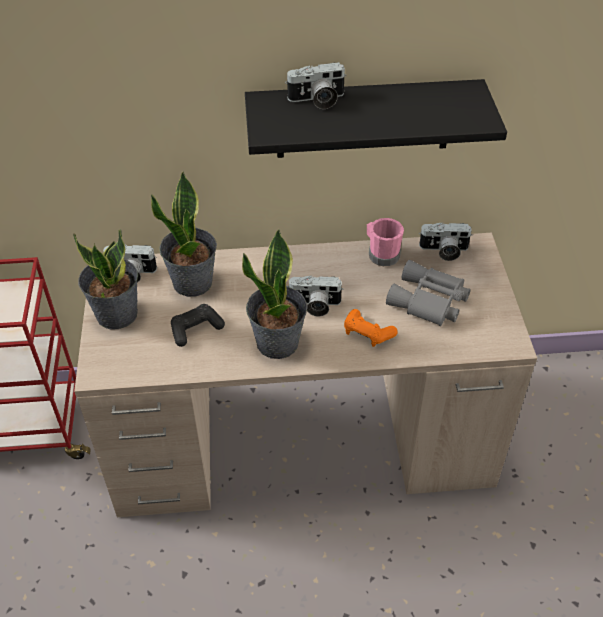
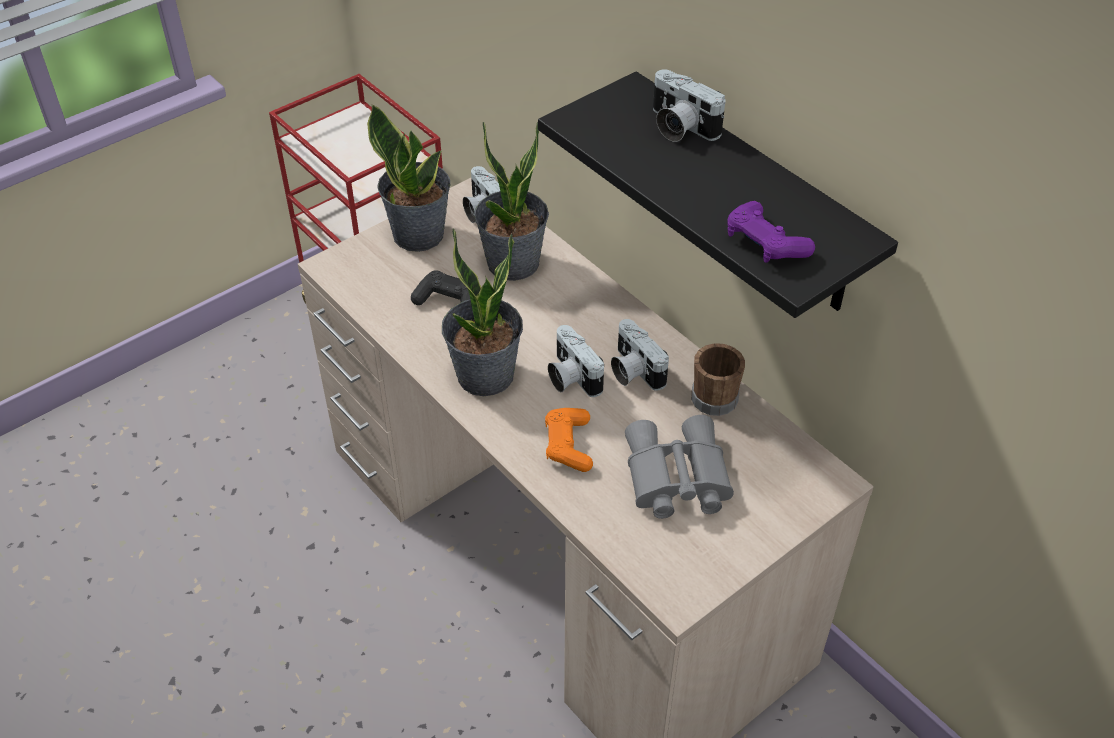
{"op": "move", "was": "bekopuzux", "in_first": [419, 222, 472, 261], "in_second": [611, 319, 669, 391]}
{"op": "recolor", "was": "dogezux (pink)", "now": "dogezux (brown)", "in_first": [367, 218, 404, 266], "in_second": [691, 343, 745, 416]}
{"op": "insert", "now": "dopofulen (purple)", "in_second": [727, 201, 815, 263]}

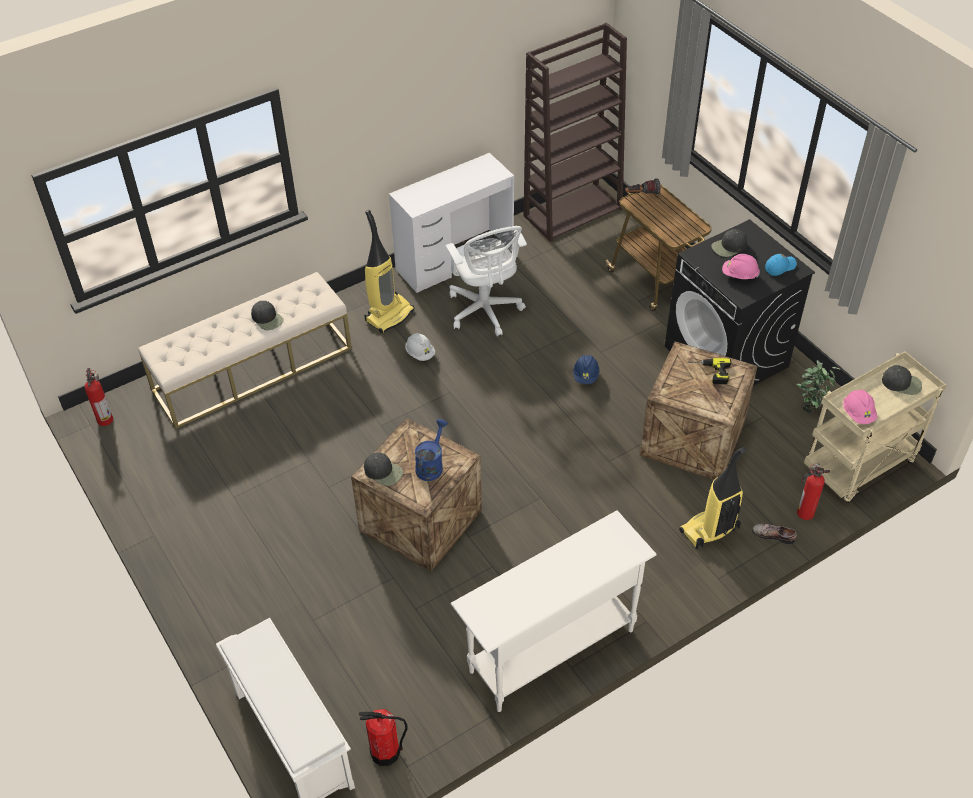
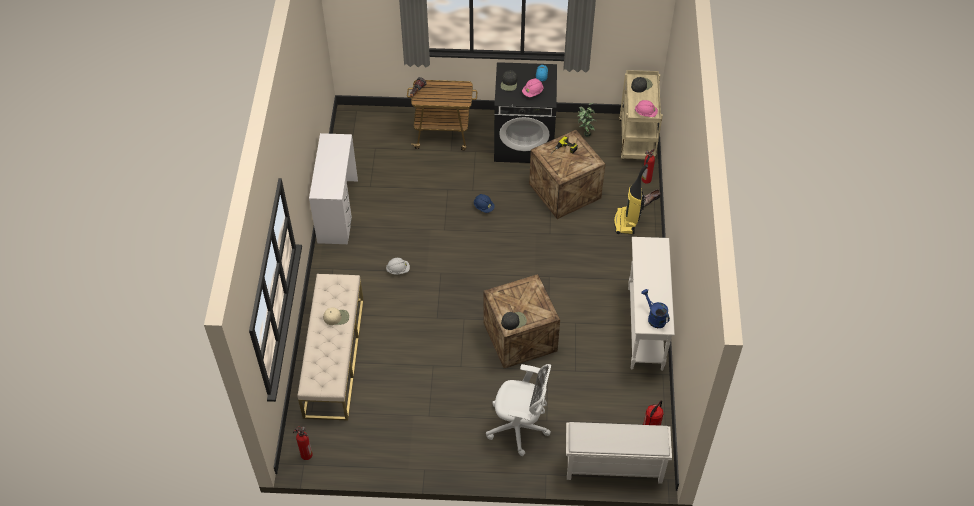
{"op": "recolor", "was": "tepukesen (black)", "now": "tepukesen (beige)", "in_first": [251, 301, 283, 330], "in_second": [323, 308, 349, 325]}
{"op": "move", "was": "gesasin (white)", "in_first": [446, 226, 527, 337], "in_second": [486, 364, 551, 456]}
{"op": "move", "was": "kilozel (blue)", "in_first": [415, 419, 448, 481], "in_second": [641, 289, 670, 328]}
{"op": "delete", "was": "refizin", "in_first": [364, 210, 414, 333]}
{"op": "delete", "was": "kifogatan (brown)", "in_first": [524, 23, 627, 242]}

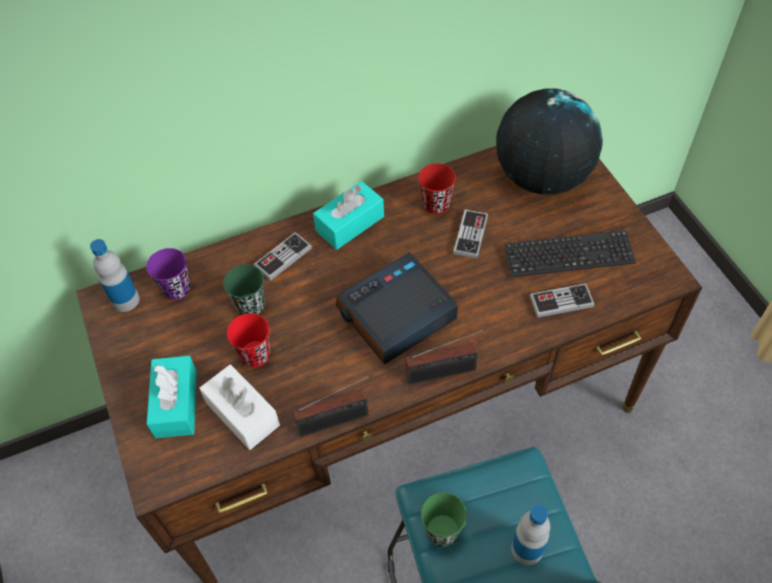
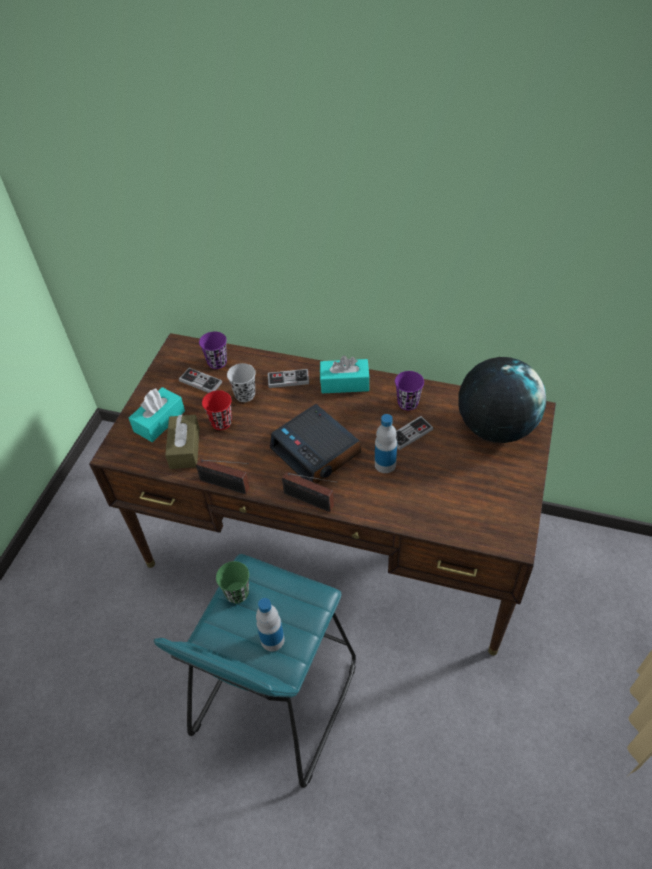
{"op": "recolor", "was": "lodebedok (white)", "now": "lodebedok (brown)", "in_first": [199, 364, 280, 450], "in_second": [165, 415, 200, 469]}
{"op": "move", "was": "dopofulen", "in_first": [530, 284, 595, 318], "in_second": [179, 368, 222, 393]}
{"op": "recolor", "was": "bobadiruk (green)", "now": "bobadiruk (black)", "in_first": [223, 265, 265, 315], "in_second": [227, 363, 256, 402]}
{"op": "rotate", "was": "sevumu", "in_first": [336, 252, 458, 365], "in_second": [270, 404, 361, 484], "clockwise": -135}
{"op": "move", "was": "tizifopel", "in_first": [90, 239, 140, 312], "in_second": [375, 414, 397, 473]}
{"op": "recolor", "was": "bobadiruk (red)", "now": "bobadiruk (purple)", "in_first": [418, 163, 456, 214], "in_second": [395, 371, 424, 410]}
{"op": "delete", "was": "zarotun", "in_first": [504, 230, 636, 277]}

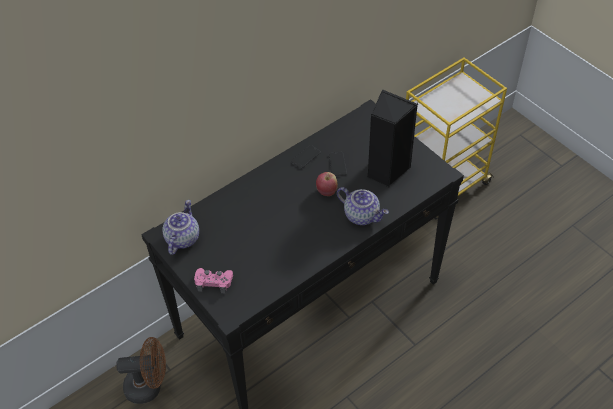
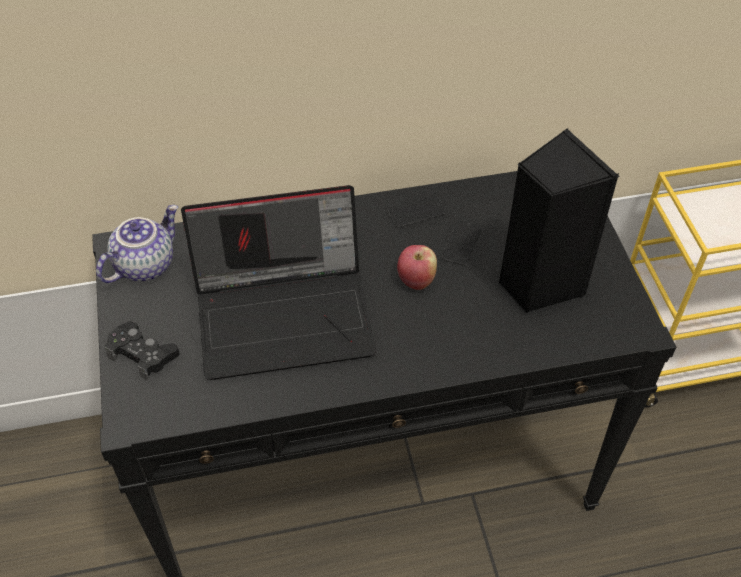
{"op": "recolor", "was": "dopofulen (pink)", "now": "dopofulen (black)", "in_first": [194, 268, 233, 294], "in_second": [105, 321, 180, 380]}
{"op": "insert", "now": "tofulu", "in_second": [181, 185, 376, 380]}
{"op": "delete", "was": "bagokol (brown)", "in_first": [116, 337, 166, 404]}
{"op": "delete", "was": "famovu", "in_first": [337, 187, 389, 225]}

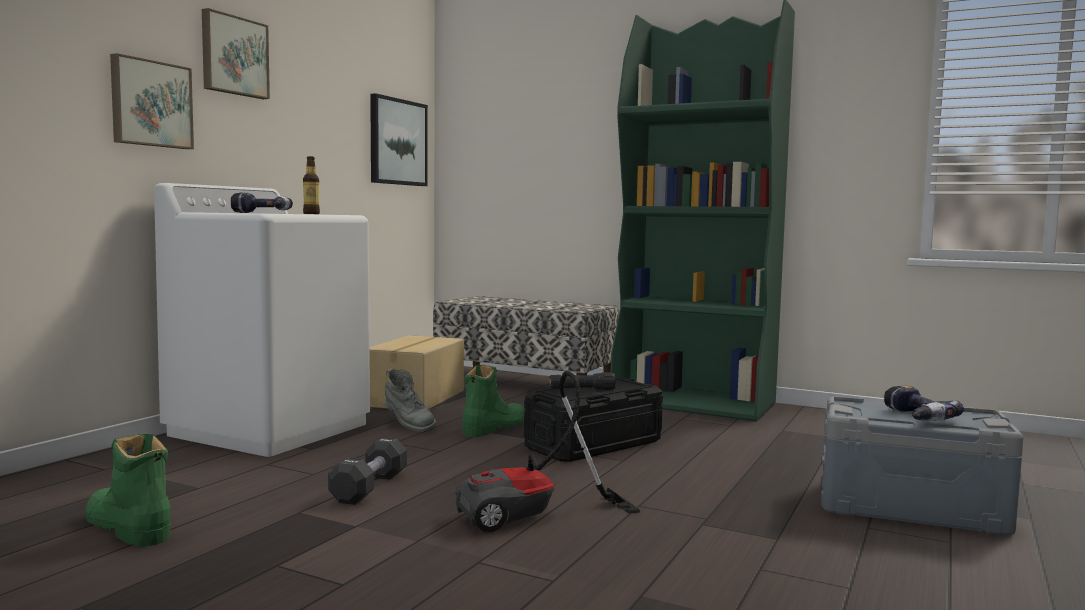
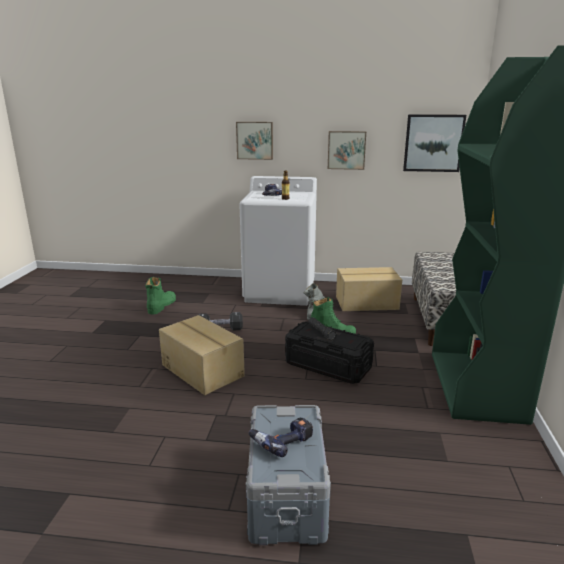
{"op": "replace", "was": "refizin", "now": "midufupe", "in_first": [455, 370, 640, 532], "in_second": [159, 315, 245, 395]}
{"op": "move", "was": "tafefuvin", "in_first": [202, 8, 270, 99], "in_second": [328, 131, 366, 170]}

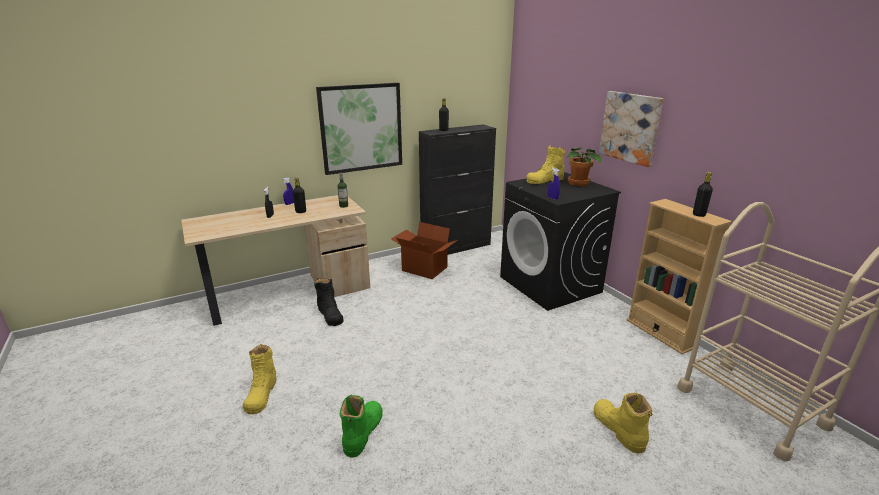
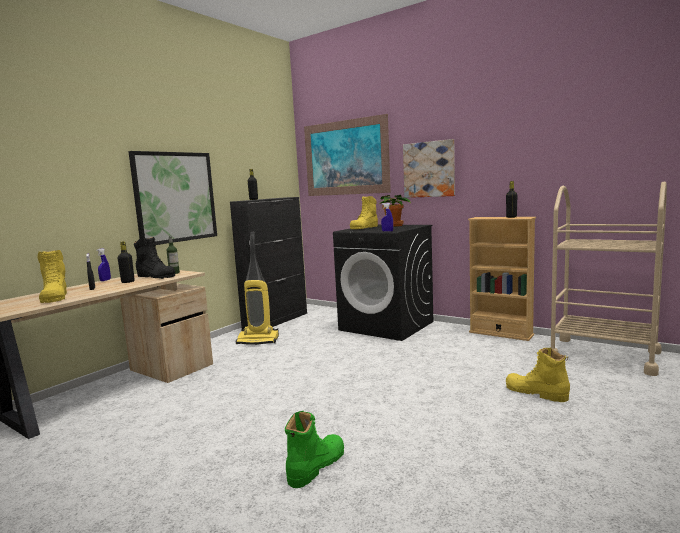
{"op": "move", "was": "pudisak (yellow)", "in_first": [243, 344, 276, 414], "in_second": [38, 250, 67, 303]}
{"op": "move", "was": "pudisak (black)", "in_first": [314, 278, 343, 326], "in_second": [134, 237, 176, 279]}
{"op": "replace", "was": "midufupe", "now": "refizin", "in_first": [391, 222, 458, 279], "in_second": [236, 232, 279, 345]}
{"op": "rotate", "was": "pudisak (green)", "in_first": [340, 395, 383, 458], "in_second": [285, 411, 344, 488], "clockwise": 45}
{"op": "insert", "now": "tafefuvin", "in_second": [304, 114, 391, 196]}

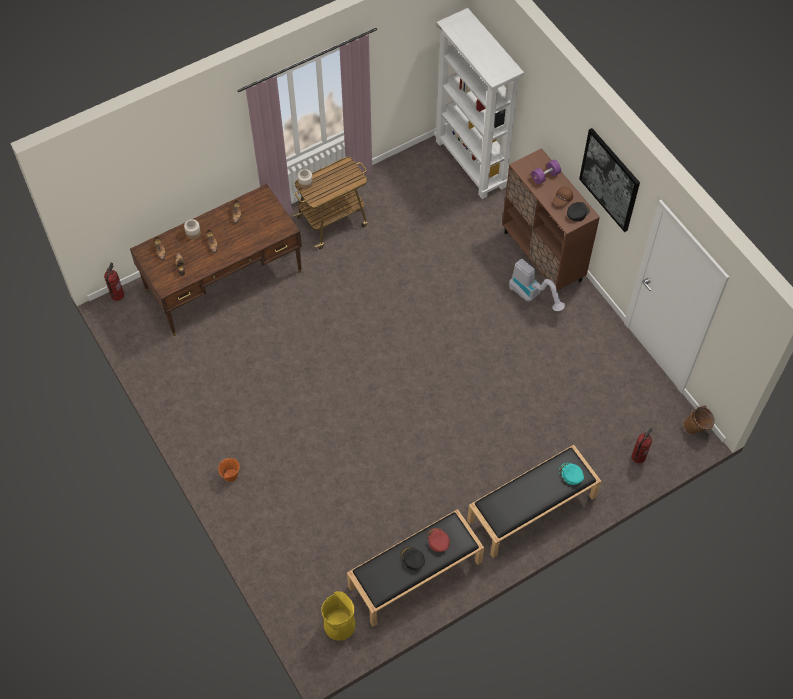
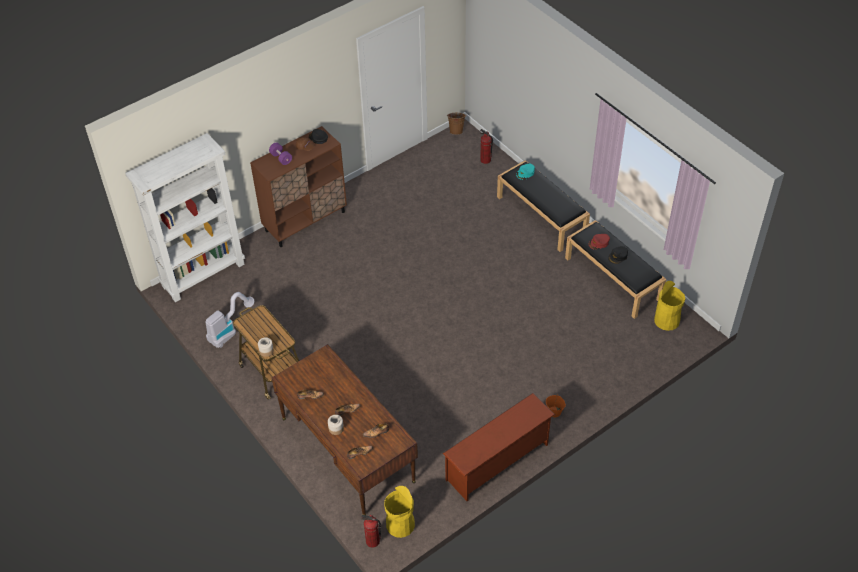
{"op": "move", "was": "refizin", "in_first": [509, 259, 565, 311], "in_second": [205, 292, 254, 348]}
{"op": "insert", "now": "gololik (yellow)", "in_second": [384, 486, 415, 538]}
{"op": "insert", "now": "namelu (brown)", "in_second": [443, 393, 555, 501]}
{"op": "delete", "was": "tafefuvin", "in_first": [579, 128, 640, 232]}

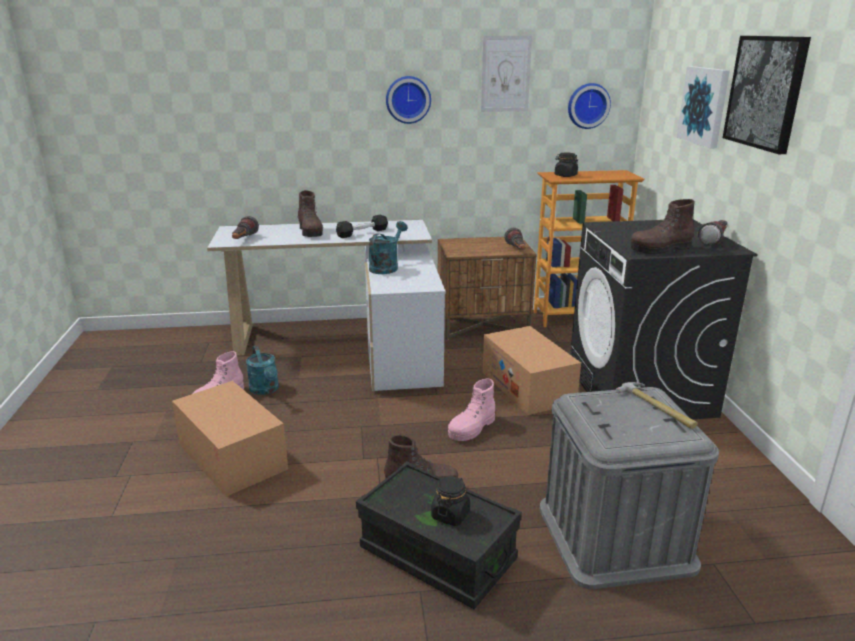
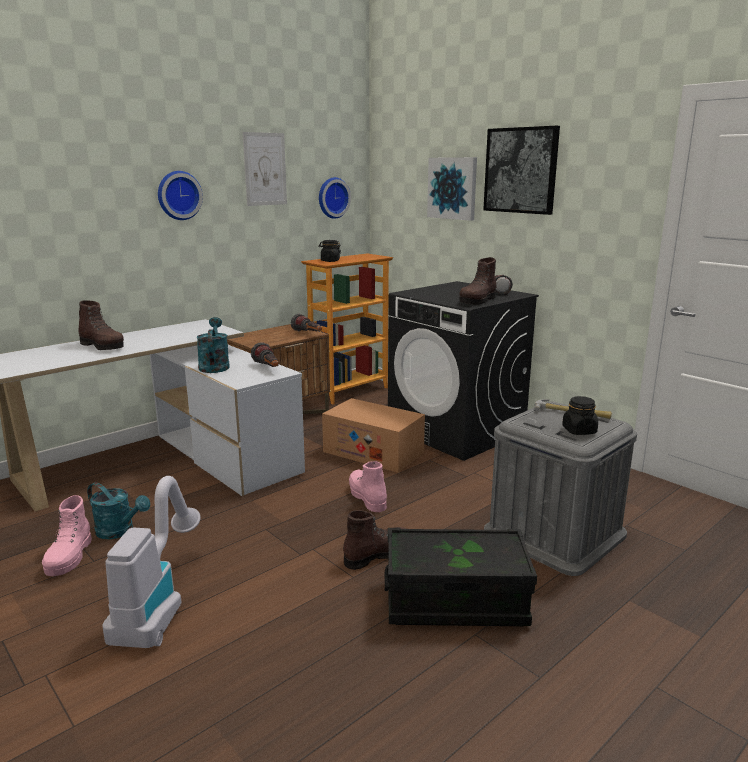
{"op": "replace", "was": "midufupe", "now": "refizin", "in_first": [172, 381, 288, 497], "in_second": [102, 476, 201, 648]}
{"op": "move", "was": "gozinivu", "in_first": [232, 216, 259, 239], "in_second": [251, 342, 279, 367]}
{"op": "rotate", "was": "pudisak (pink)", "in_first": [448, 379, 495, 441], "in_second": [349, 461, 387, 512], "clockwise": 150}
{"op": "move", "was": "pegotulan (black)", "in_first": [431, 476, 470, 526], "in_second": [562, 396, 598, 435]}
{"op": "delete", "was": "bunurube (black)", "in_first": [336, 215, 388, 238]}

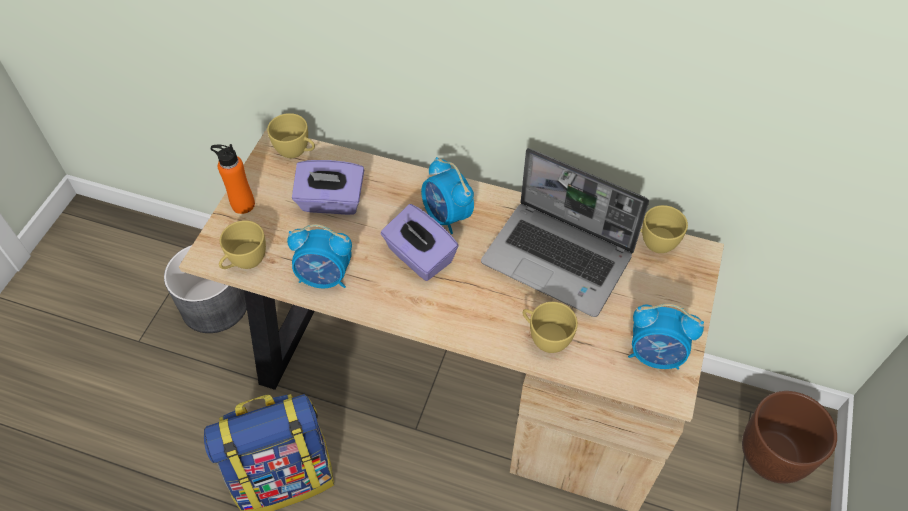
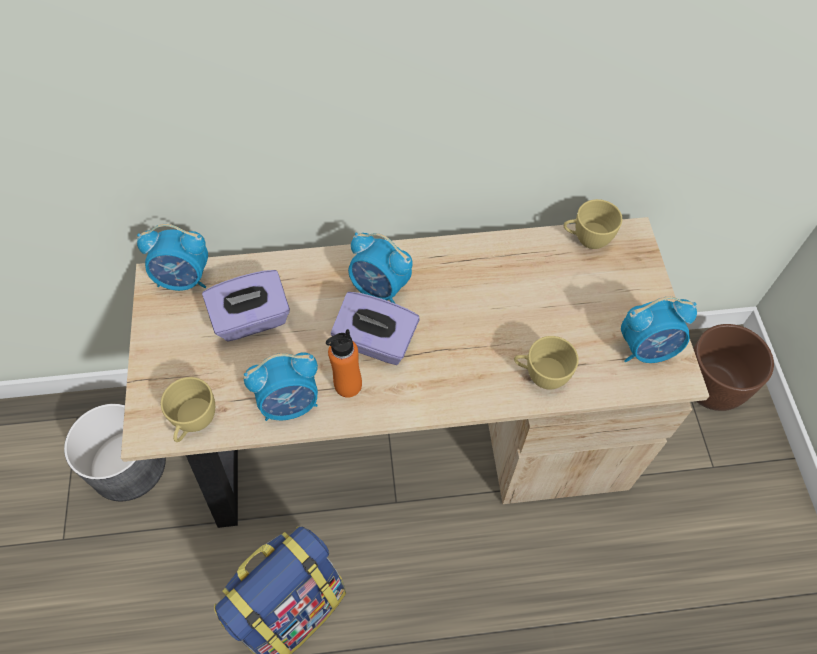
{"op": "replace", "was": "bobadiruk (yellow)", "now": "sevumu", "in_first": [267, 113, 315, 158], "in_second": [137, 224, 208, 291]}
{"op": "move", "was": "tizifopel (orange)", "in_first": [211, 144, 255, 214], "in_second": [326, 329, 362, 398]}
{"op": "delete", "was": "tofulu", "in_first": [481, 148, 649, 317]}

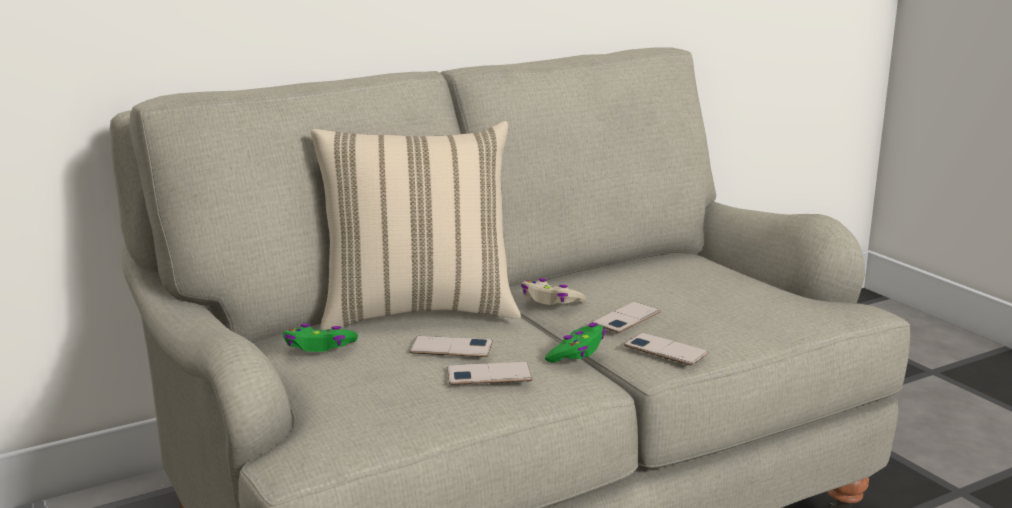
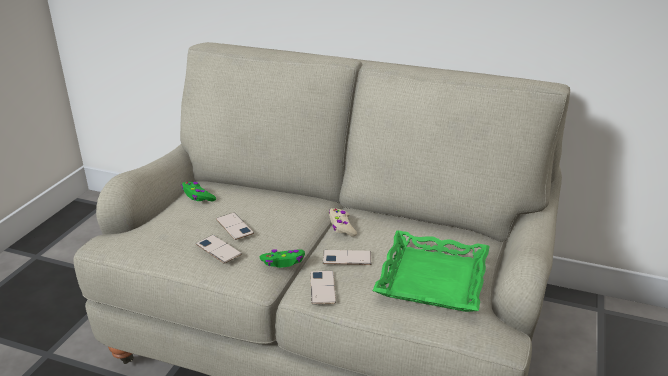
{"op": "insert", "now": "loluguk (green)", "in_second": [373, 231, 490, 312]}
{"op": "delete", "was": "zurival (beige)", "in_first": [310, 121, 521, 330]}

